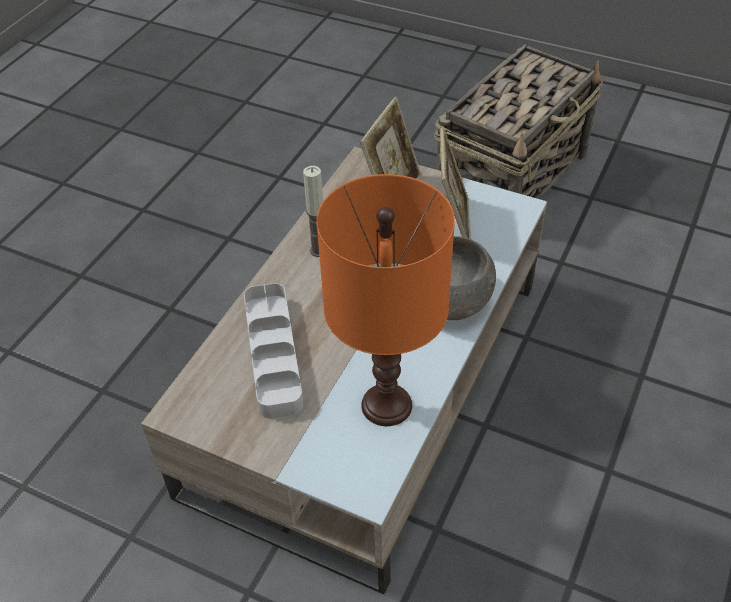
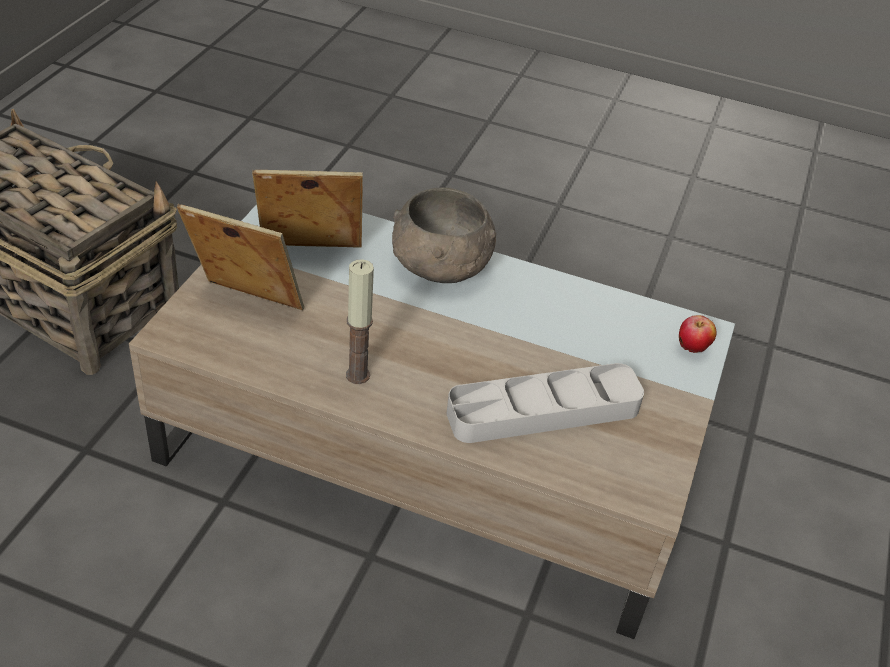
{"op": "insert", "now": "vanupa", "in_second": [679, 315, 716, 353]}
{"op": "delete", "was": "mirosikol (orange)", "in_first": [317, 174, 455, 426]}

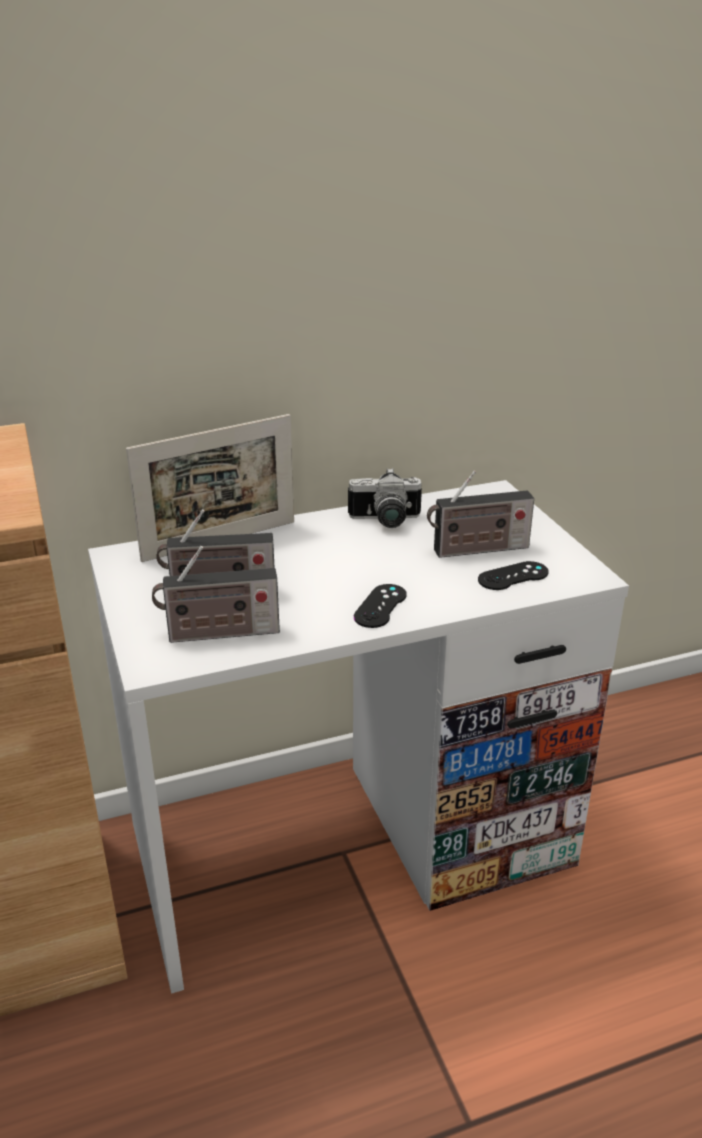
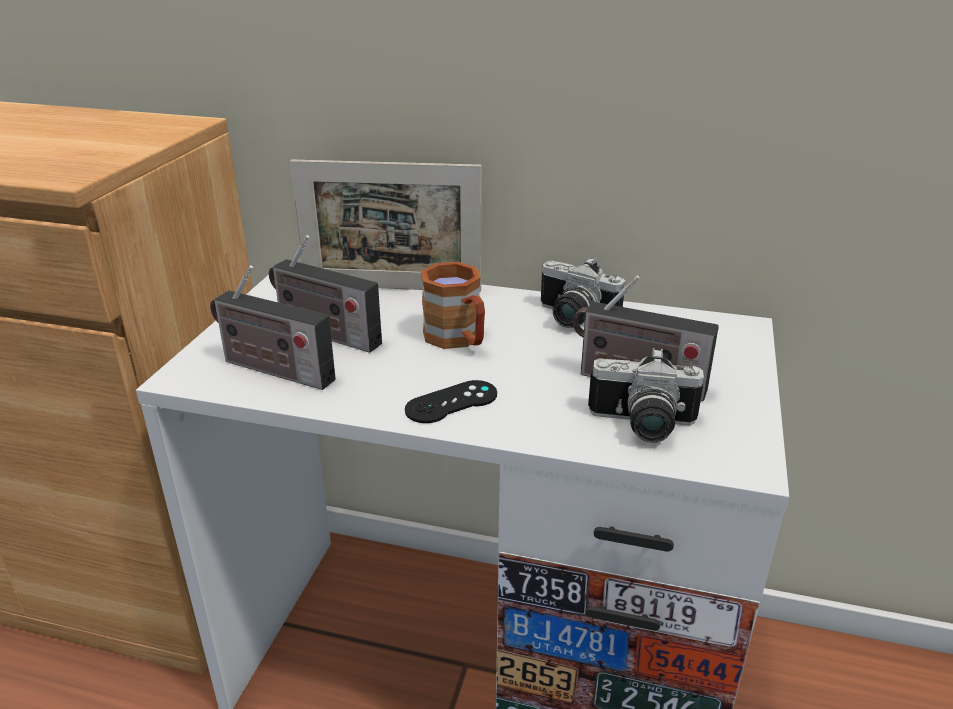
{"op": "insert", "now": "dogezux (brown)", "in_second": [421, 262, 485, 349]}
{"op": "replace", "was": "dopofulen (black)", "now": "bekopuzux", "in_first": [478, 561, 549, 590], "in_second": [588, 348, 704, 443]}

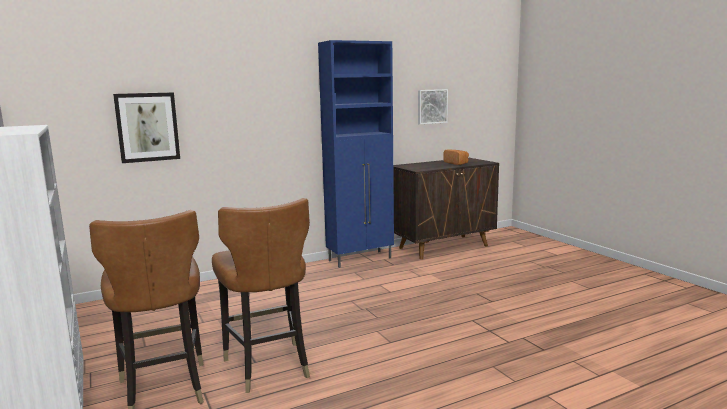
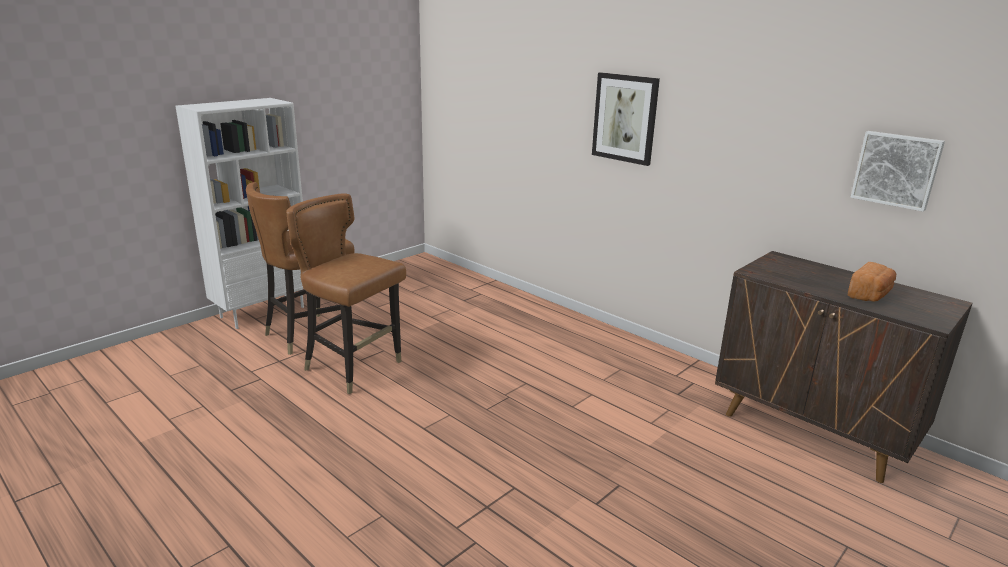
{"op": "rotate", "was": "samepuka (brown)", "in_first": [212, 198, 310, 393], "in_second": [286, 193, 406, 394], "clockwise": 75}
{"op": "move", "was": "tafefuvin", "in_first": [113, 92, 180, 163], "in_second": [592, 72, 660, 166]}
{"op": "delete", "was": "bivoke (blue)", "in_first": [318, 40, 394, 268]}

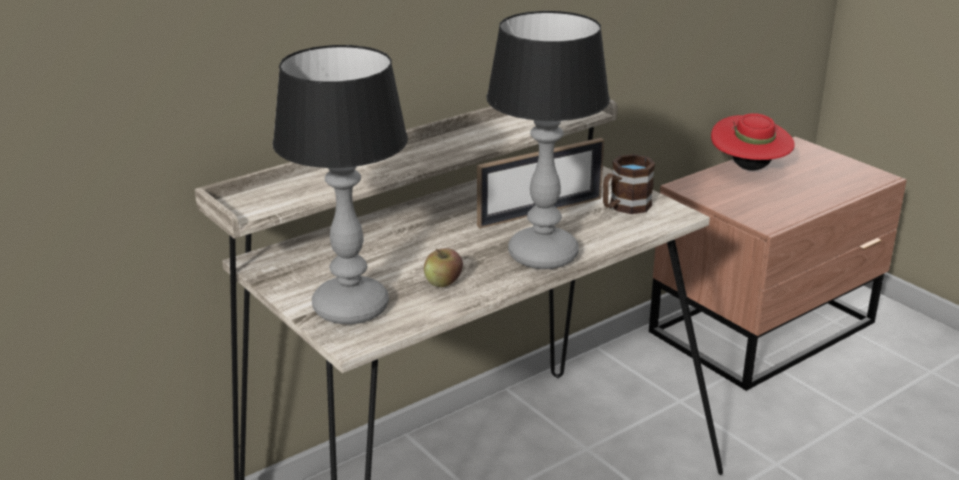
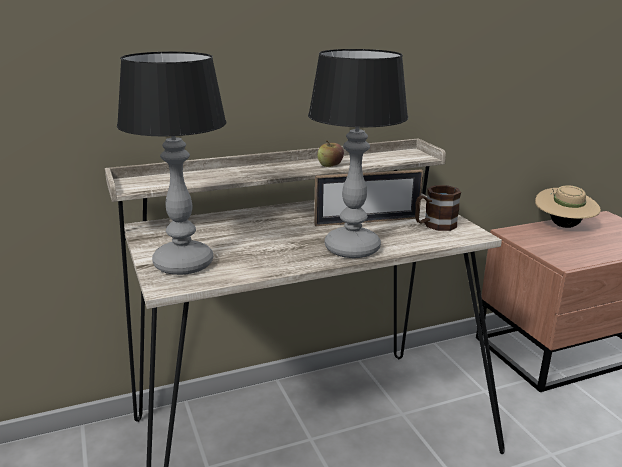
{"op": "move", "was": "vanupa", "in_first": [424, 248, 463, 287], "in_second": [317, 140, 344, 167]}
{"op": "recolor", "was": "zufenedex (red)", "now": "zufenedex (beige)", "in_first": [711, 113, 795, 170], "in_second": [535, 185, 601, 228]}

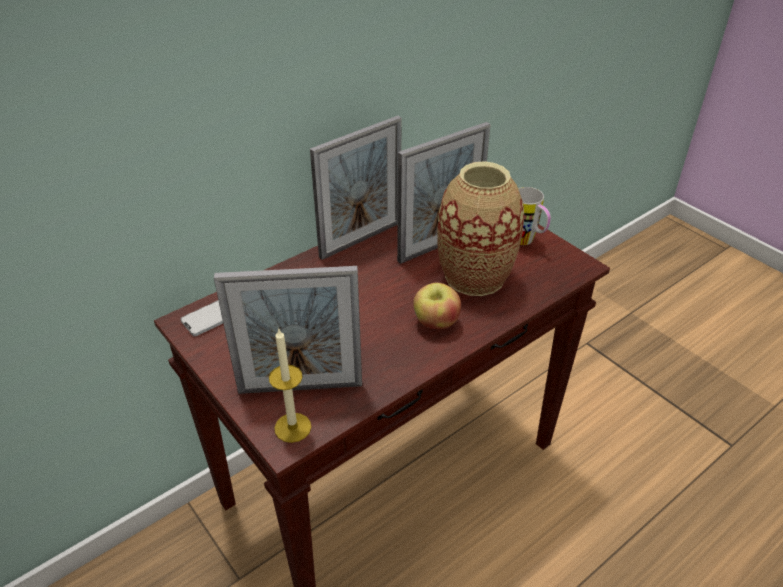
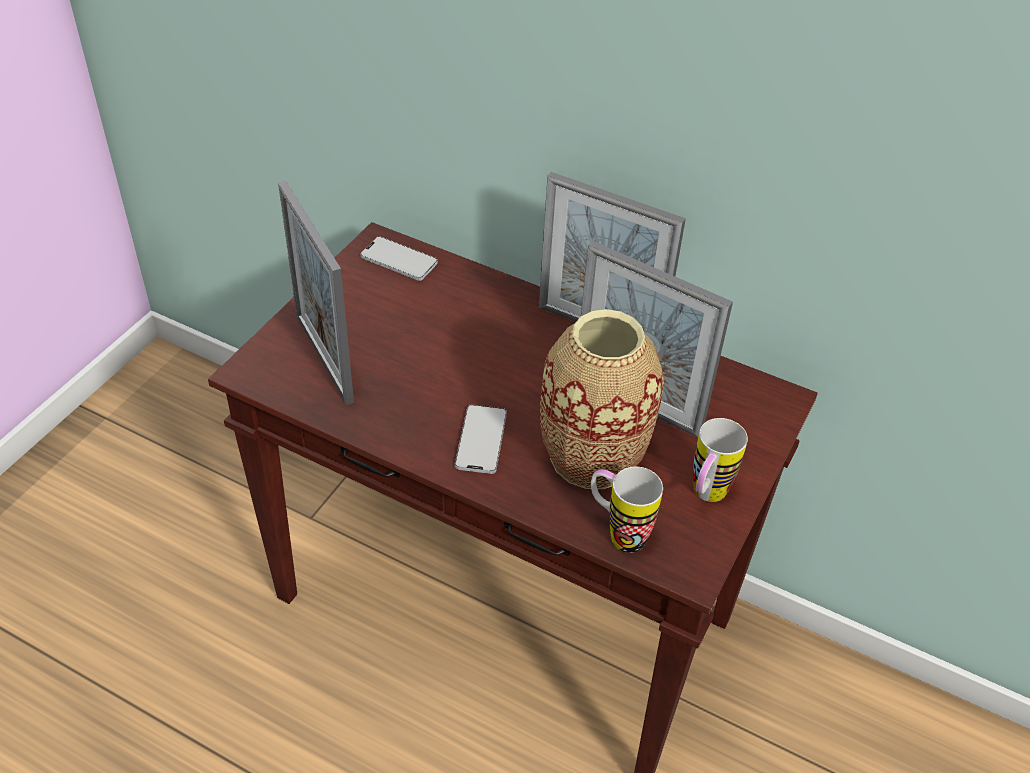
{"op": "replace", "was": "vanupa", "now": "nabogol", "in_first": [413, 282, 461, 329], "in_second": [455, 405, 507, 474]}
{"op": "insert", "now": "dogezux", "in_second": [591, 467, 663, 553]}
{"op": "delete", "was": "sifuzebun", "in_first": [269, 329, 311, 443]}

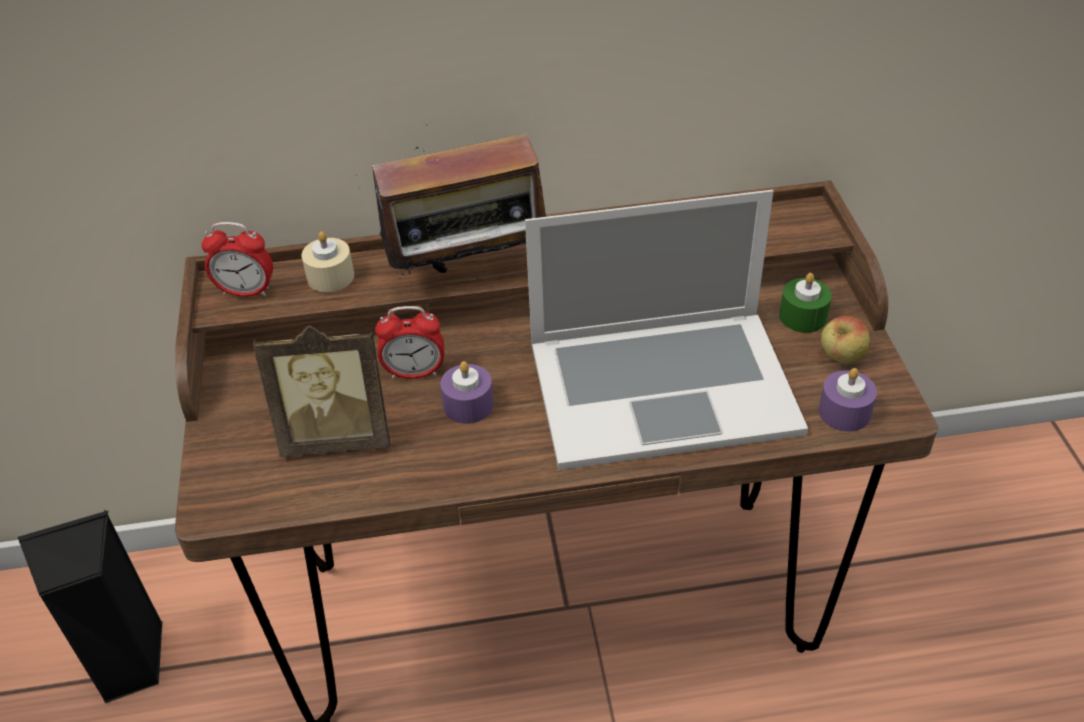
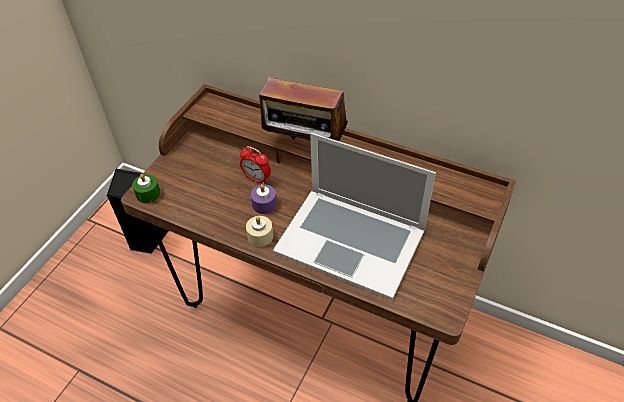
{"op": "move", "was": "sifuzebun (green)", "in_first": [779, 273, 832, 333], "in_second": [132, 174, 161, 203]}
{"op": "move", "was": "sifuzebun (beige)", "in_first": [301, 231, 354, 292], "in_second": [246, 216, 273, 247]}
{"op": "delete", "was": "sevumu", "in_first": [201, 222, 273, 297]}
{"op": "delete", "was": "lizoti", "in_first": [253, 325, 390, 457]}
{"op": "delete", "was": "sifuzebun (purple)", "in_first": [819, 368, 877, 432]}
{"op": "delete", "was": "vanupa", "in_first": [821, 316, 870, 363]}

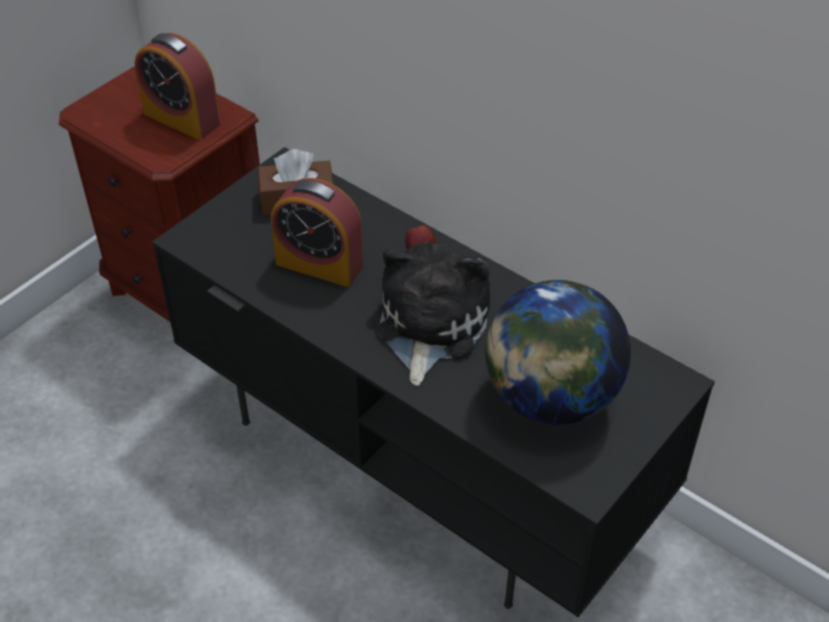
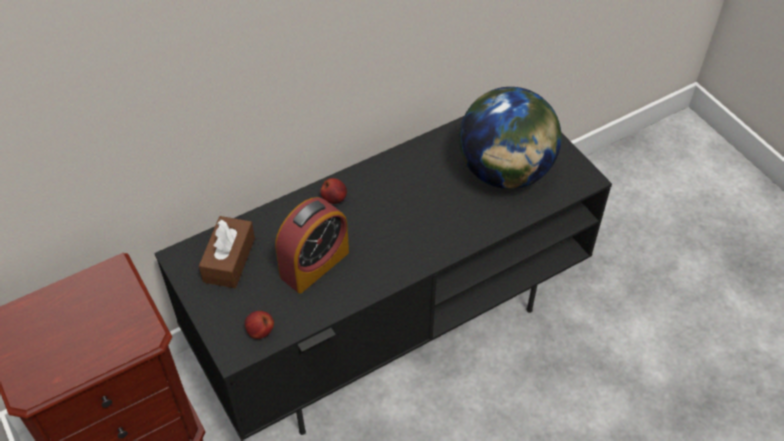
{"op": "insert", "now": "vanupa", "in_second": [245, 311, 274, 339]}
{"op": "delete", "was": "sevumu", "in_first": [135, 33, 221, 140]}
{"op": "delete", "was": "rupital", "in_first": [378, 242, 490, 386]}

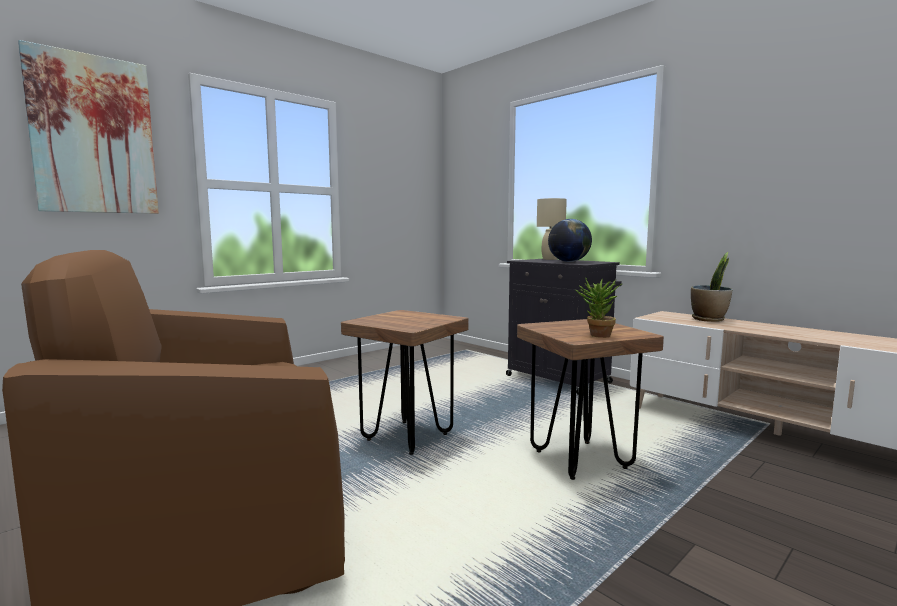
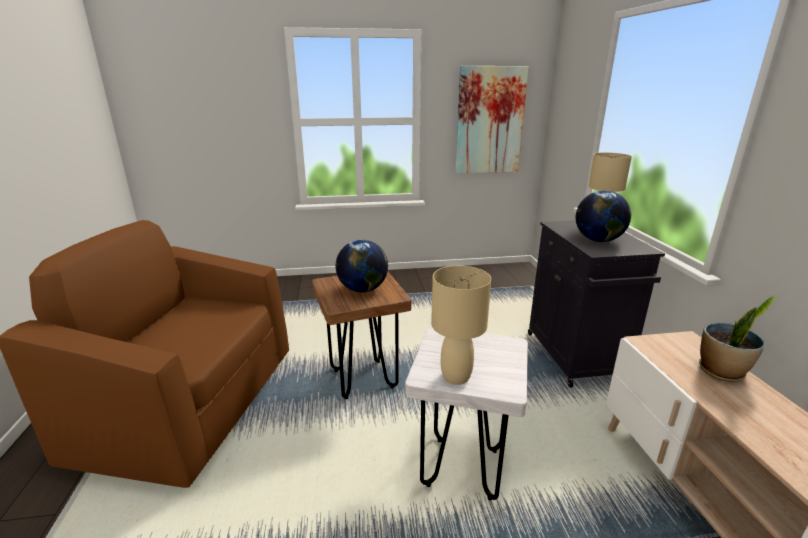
{"op": "insert", "now": "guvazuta", "in_second": [336, 240, 388, 292]}
{"op": "recolor", "was": "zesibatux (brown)", "now": "zesibatux (white)", "in_first": [517, 319, 664, 480], "in_second": [405, 326, 528, 501]}
{"op": "replace", "was": "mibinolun", "now": "mirosikol (beige)", "in_first": [576, 277, 622, 338], "in_second": [431, 266, 491, 385]}
{"op": "move", "was": "tafefuvin", "in_first": [18, 40, 159, 214], "in_second": [455, 66, 529, 174]}

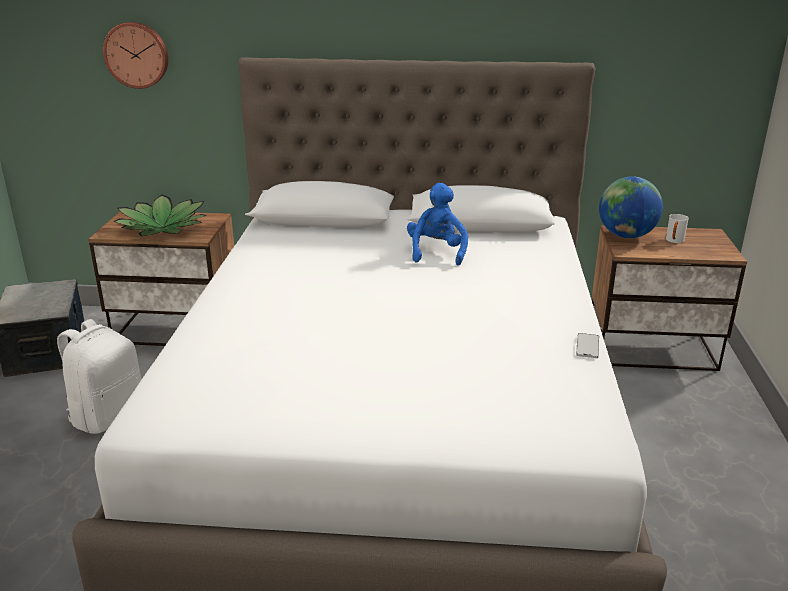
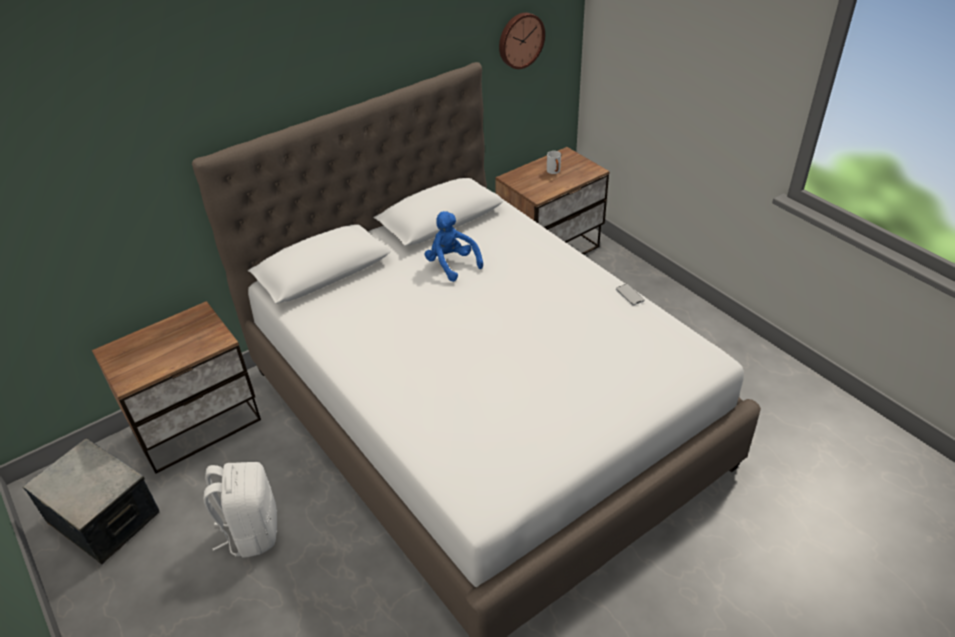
{"op": "move", "was": "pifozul", "in_first": [103, 22, 168, 89], "in_second": [499, 13, 545, 69]}
{"op": "delete", "was": "mibinolun", "in_first": [113, 194, 207, 236]}
{"op": "delete", "was": "guvazuta", "in_first": [599, 176, 663, 238]}

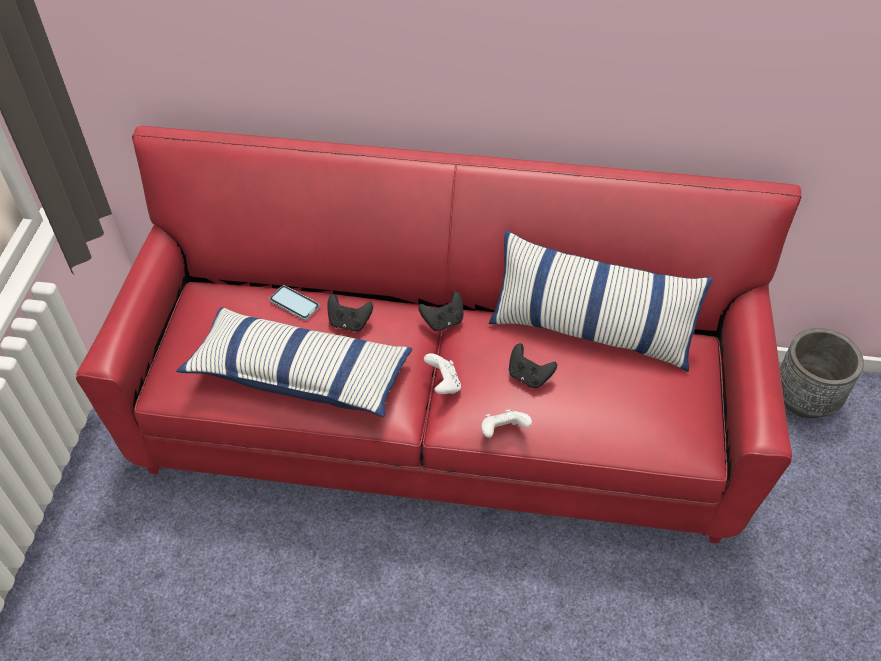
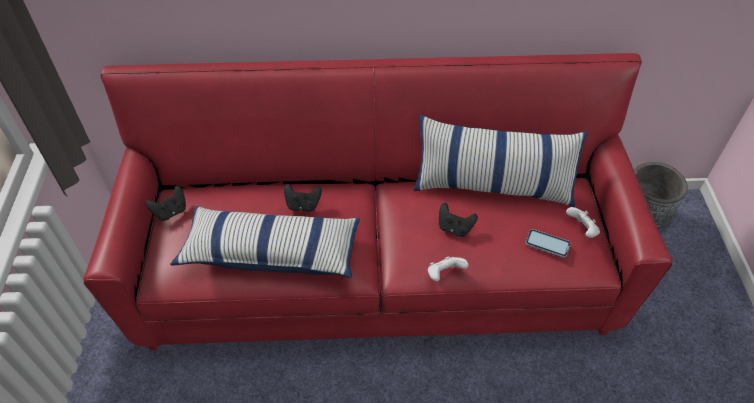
{"op": "move", "was": "dopofulen (black)", "in_first": [418, 291, 463, 331], "in_second": [146, 186, 186, 221]}
{"op": "move", "was": "nabogol", "in_first": [269, 285, 320, 320], "in_second": [525, 229, 571, 258]}
{"op": "move", "was": "dopofulen (white)", "in_first": [424, 353, 461, 394], "in_second": [566, 207, 600, 238]}

